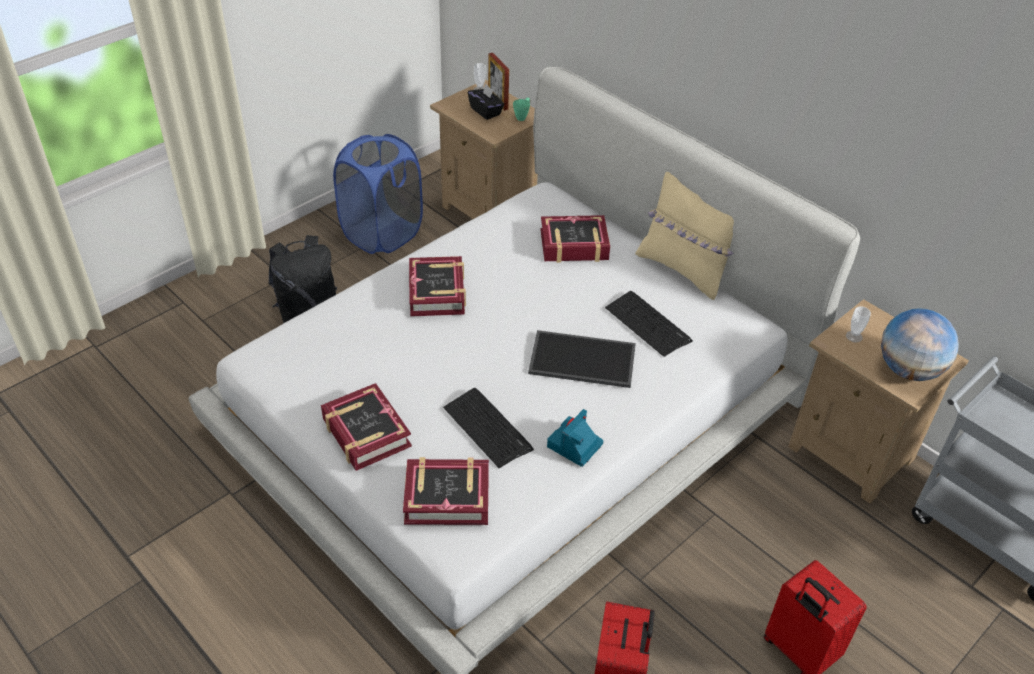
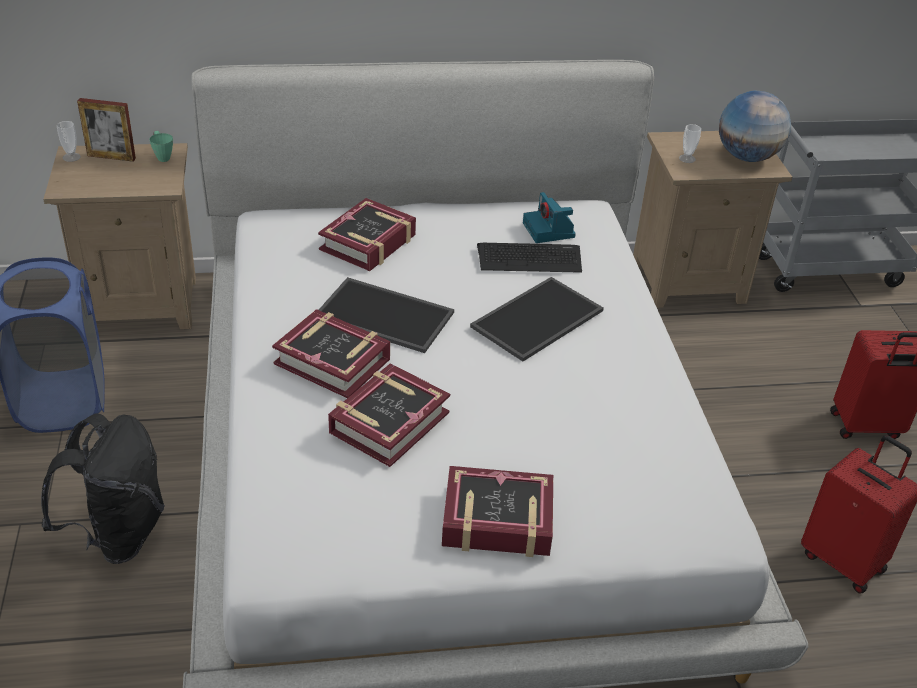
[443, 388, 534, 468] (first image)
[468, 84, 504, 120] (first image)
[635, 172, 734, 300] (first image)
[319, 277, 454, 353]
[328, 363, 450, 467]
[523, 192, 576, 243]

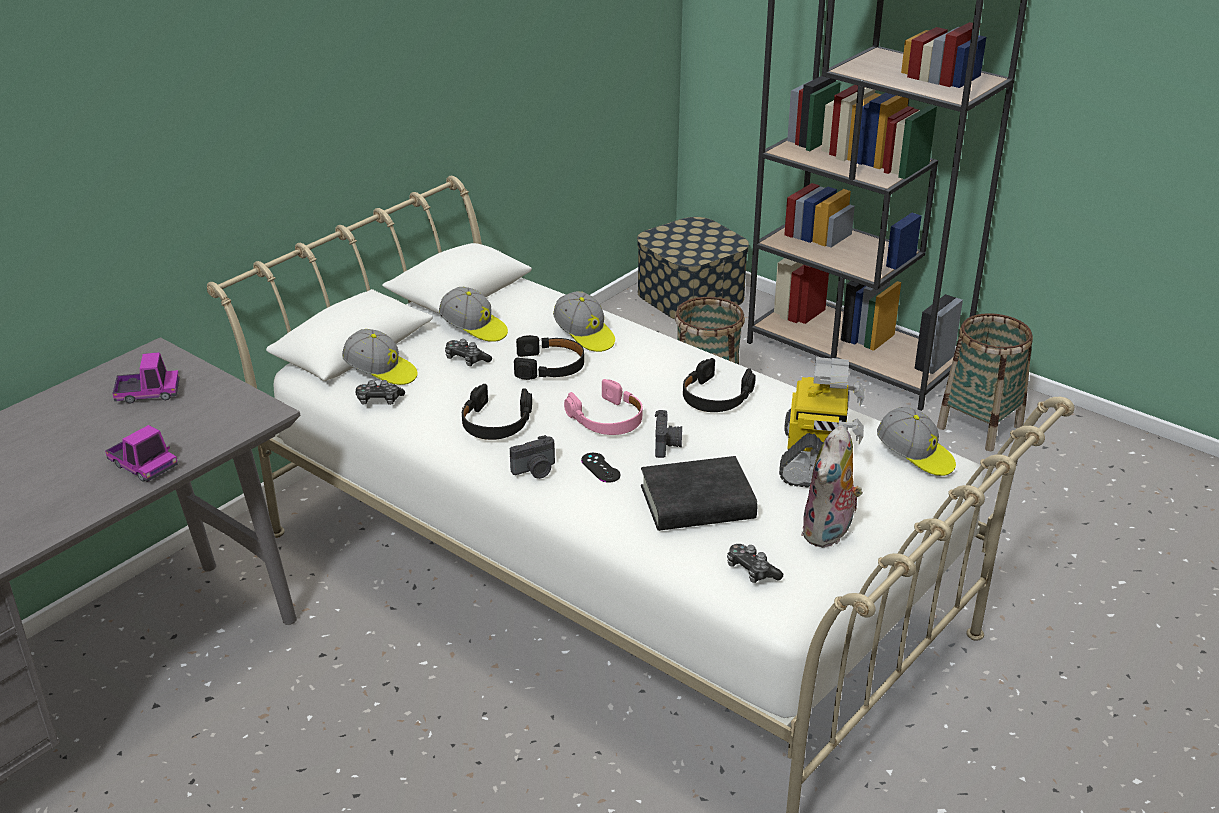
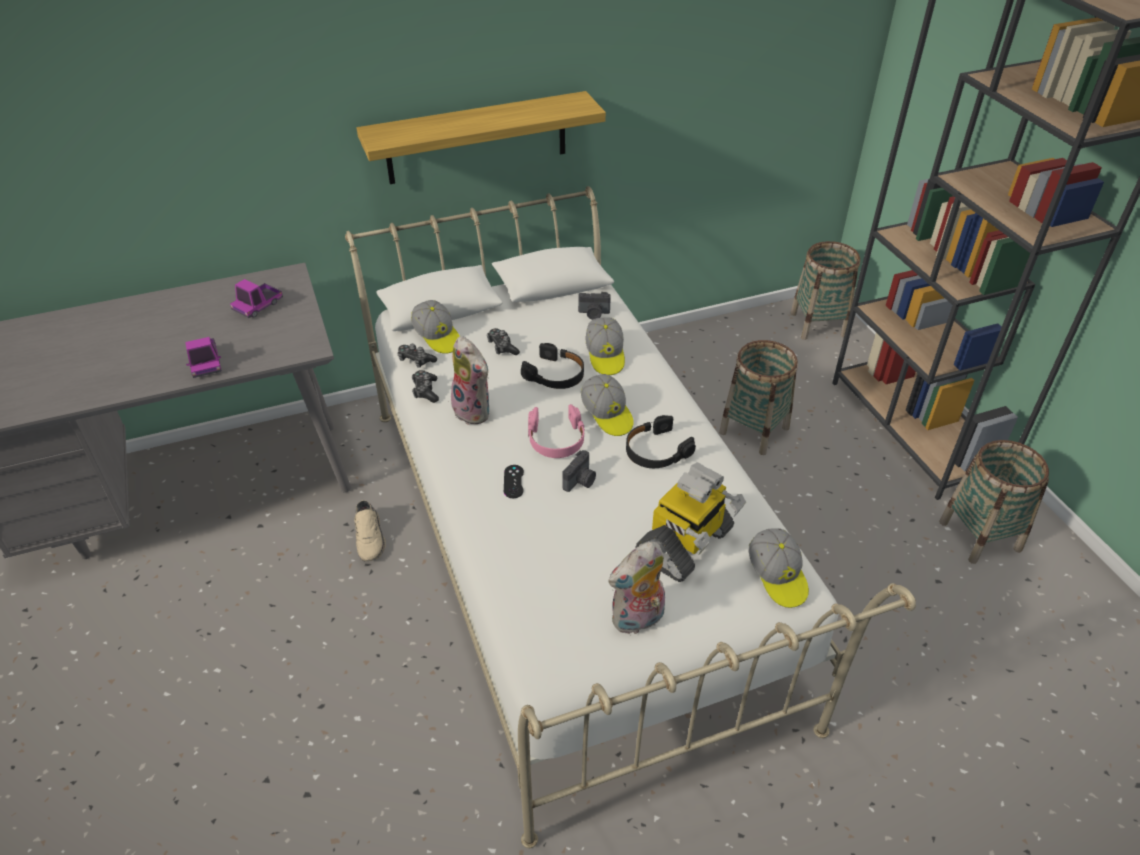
[641, 456, 757, 531] (first image)
[354, 500, 386, 562]
[357, 91, 606, 184]
[581, 374, 634, 436]
[578, 292, 611, 320]
[412, 370, 439, 403]
[451, 336, 489, 425]
[790, 241, 860, 340]
[230, 279, 283, 318]

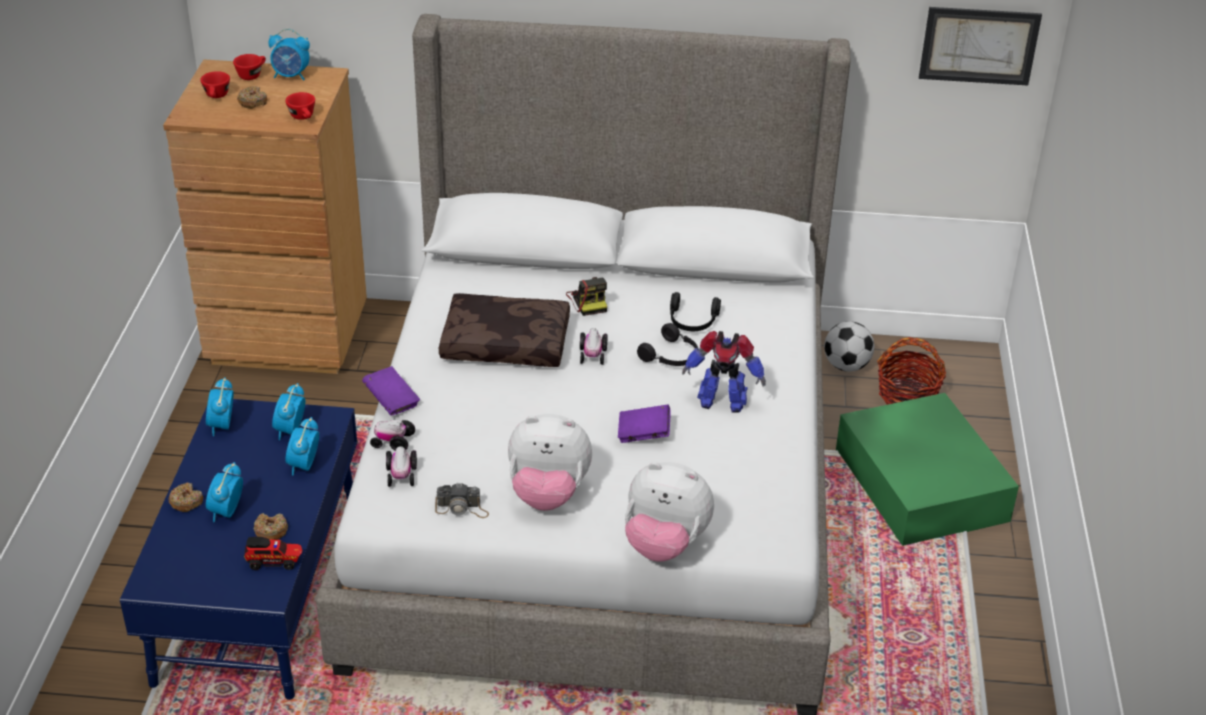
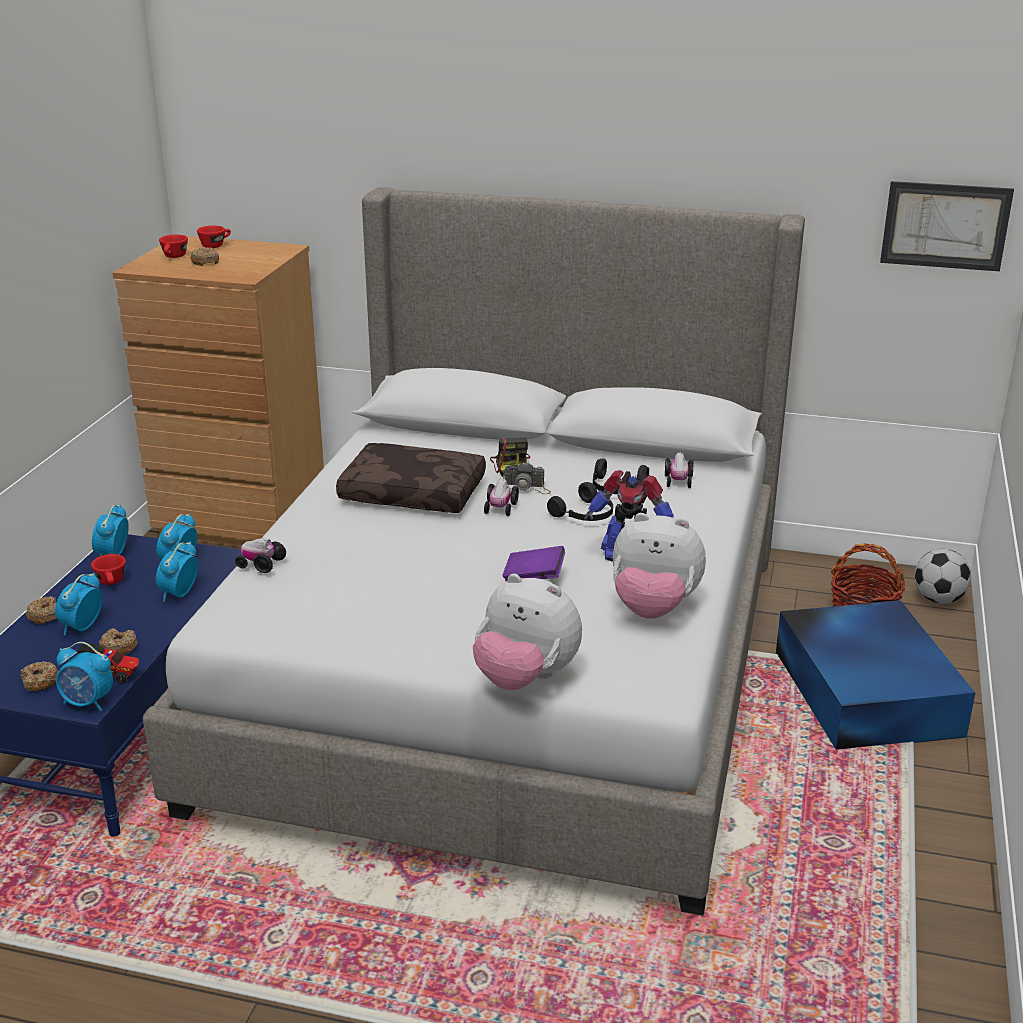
[362, 366, 420, 416] (first image)
[21, 661, 59, 692]
[56, 642, 113, 711]
[91, 554, 126, 585]
[665, 452, 693, 488]
[503, 462, 551, 494]
[613, 513, 706, 619]
[915, 549, 971, 604]
[776, 600, 975, 750]

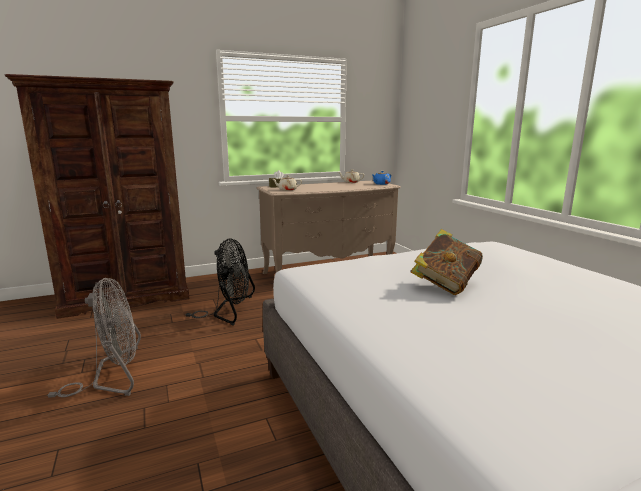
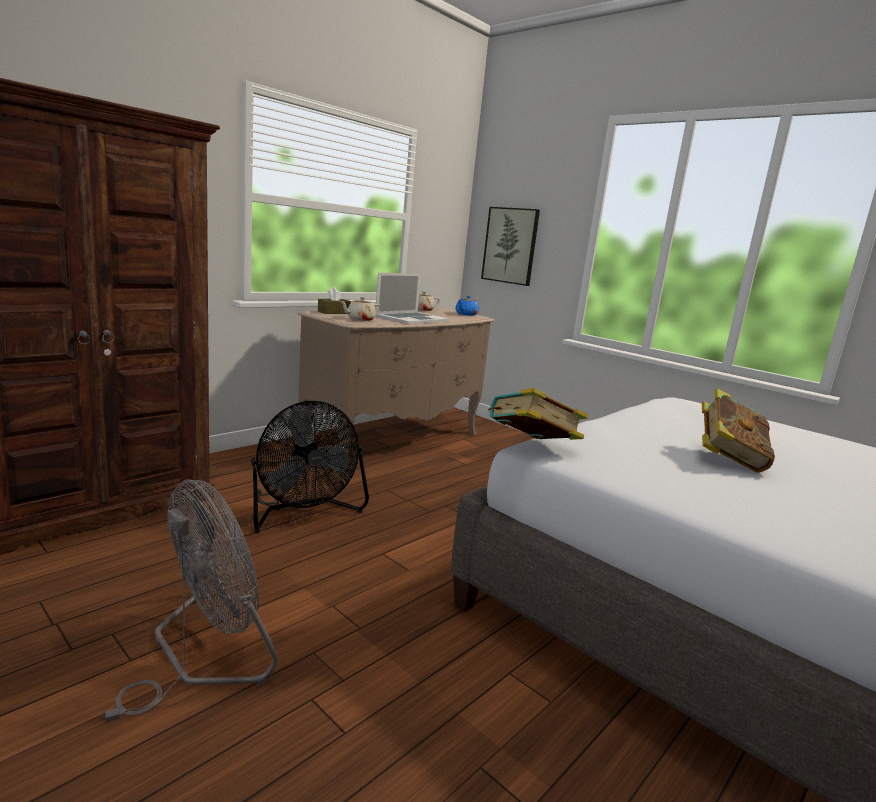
[375, 273, 449, 324]
[481, 207, 540, 286]
[488, 388, 588, 440]
[251, 401, 369, 533]

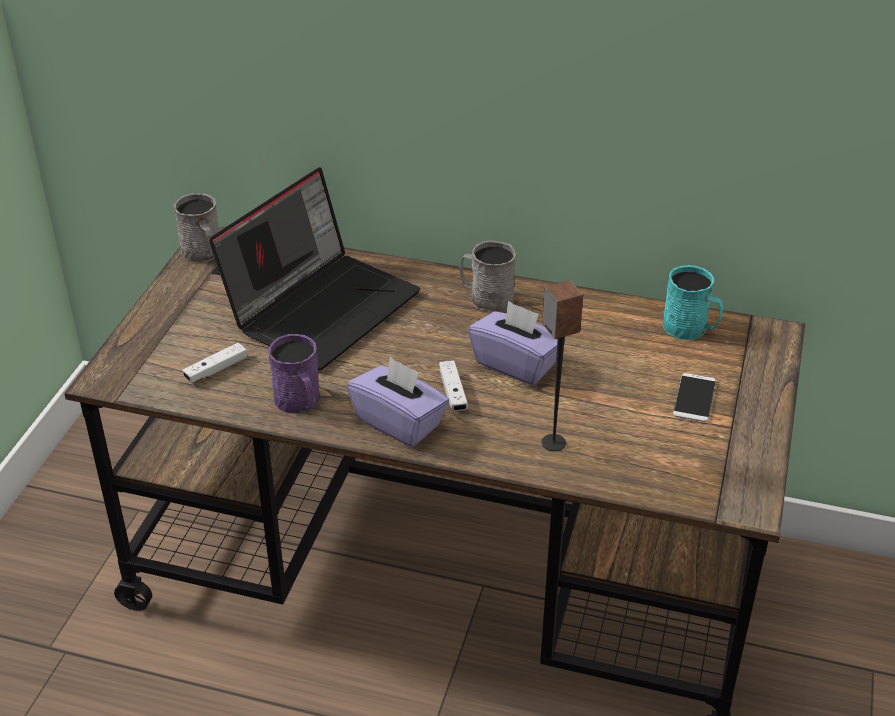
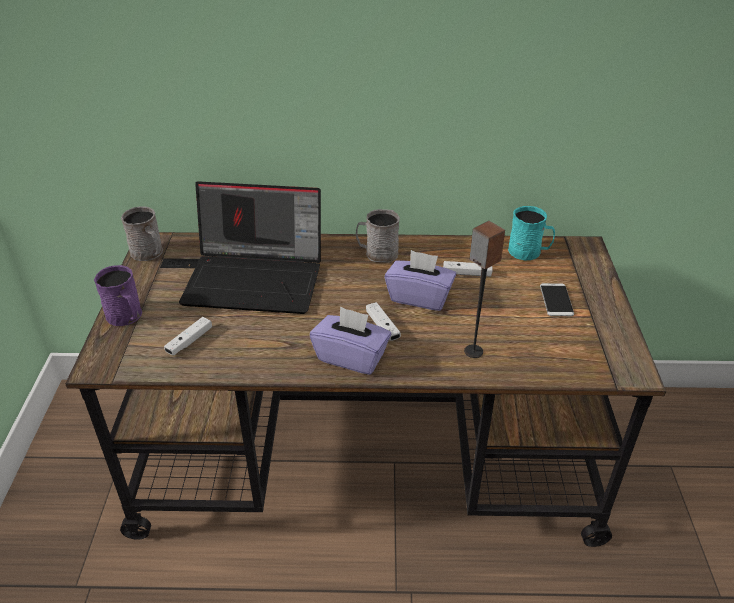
[443, 261, 493, 277]
[94, 265, 142, 326]
[179, 181, 321, 314]

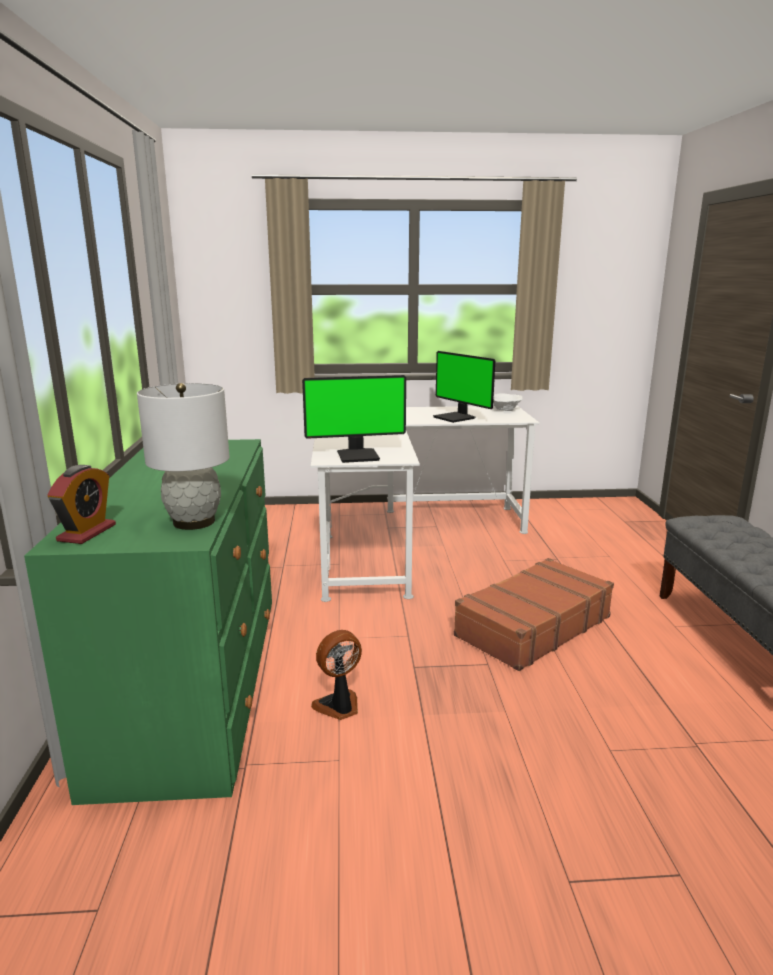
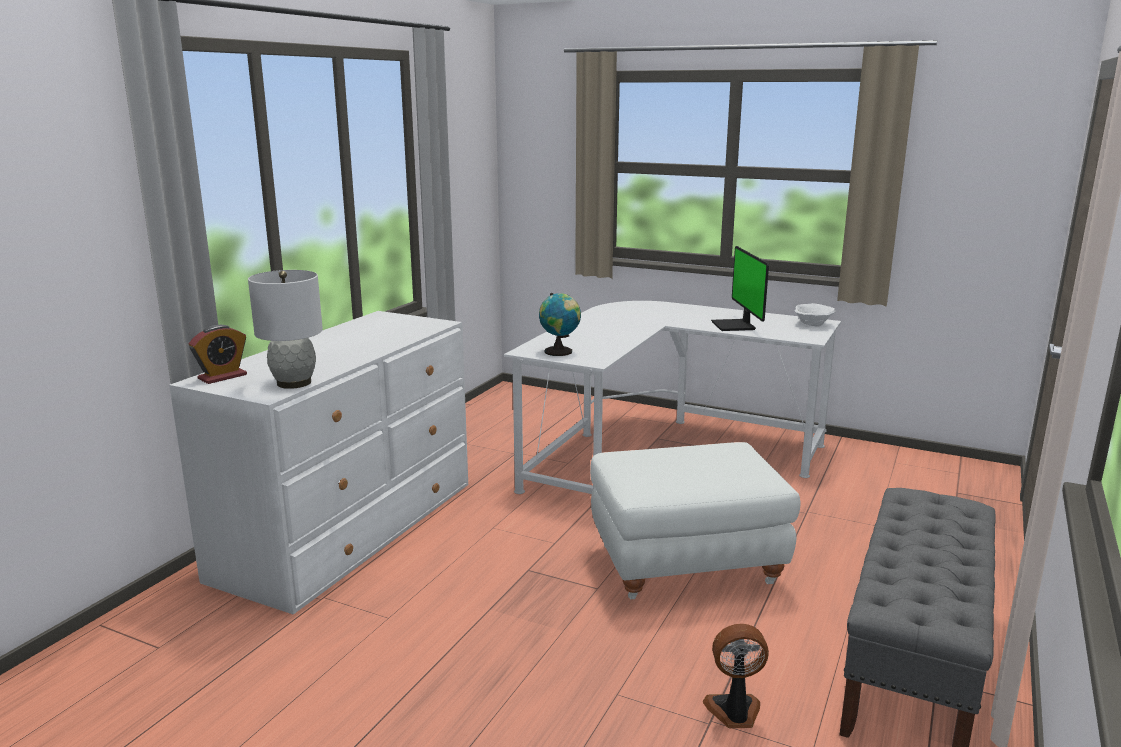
[703, 624, 769, 728]
[539, 293, 581, 356]
[590, 442, 800, 599]
[169, 311, 468, 615]

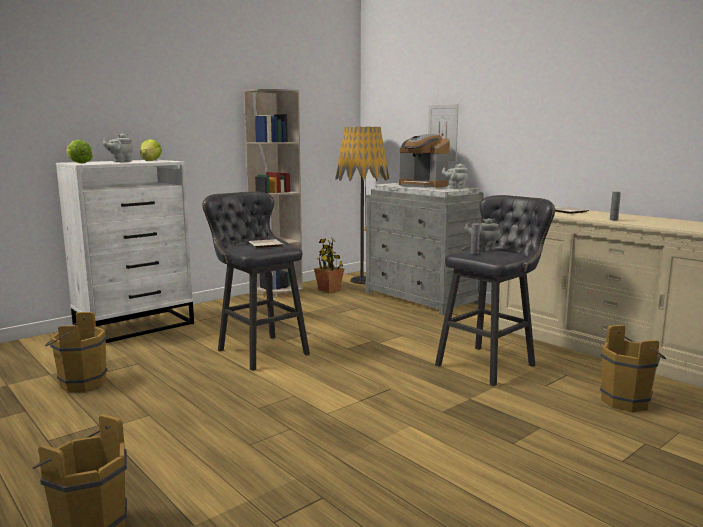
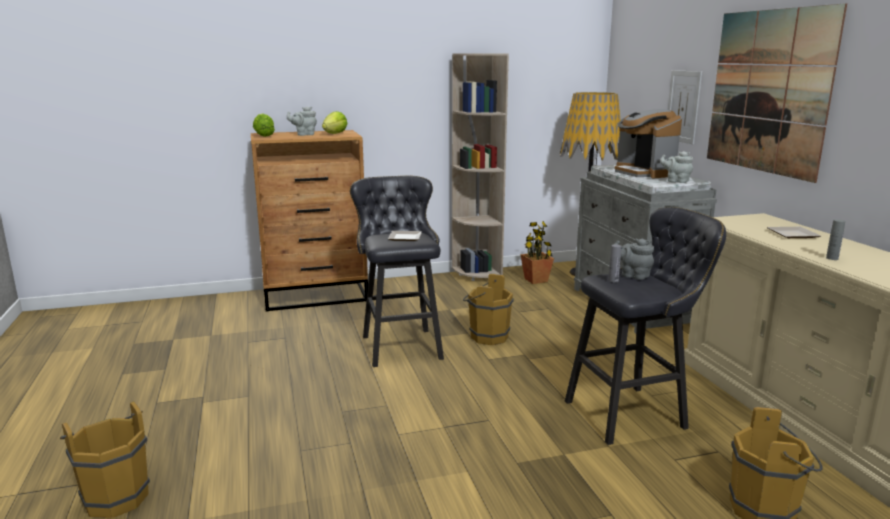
[707, 3, 847, 183]
[463, 274, 514, 345]
[251, 130, 368, 312]

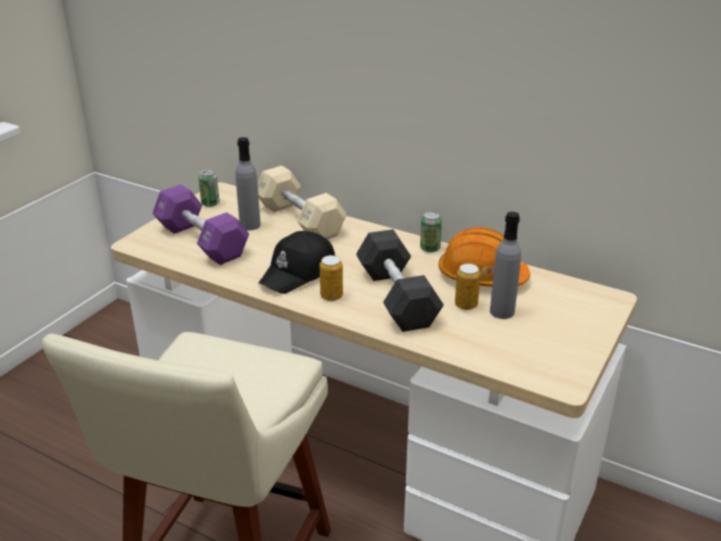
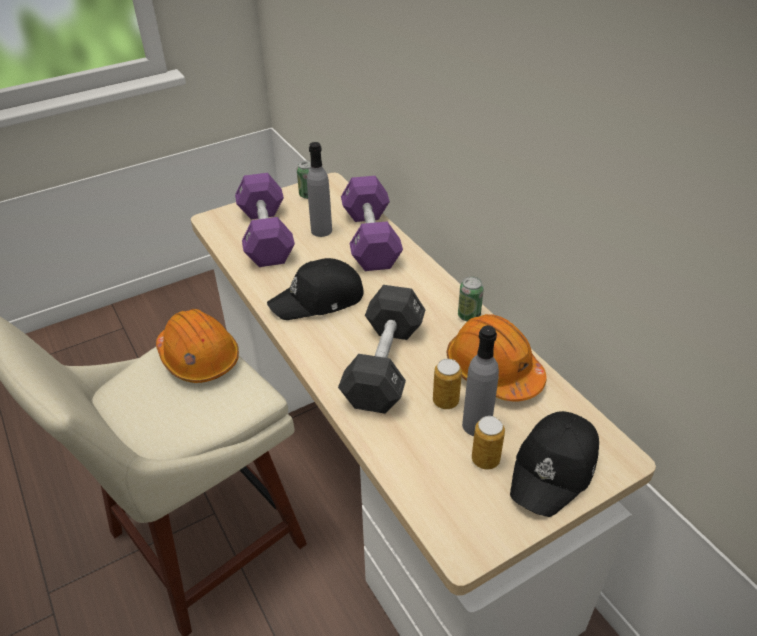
[156, 309, 239, 383]
[510, 411, 599, 517]
[472, 416, 505, 470]
[341, 176, 403, 271]

